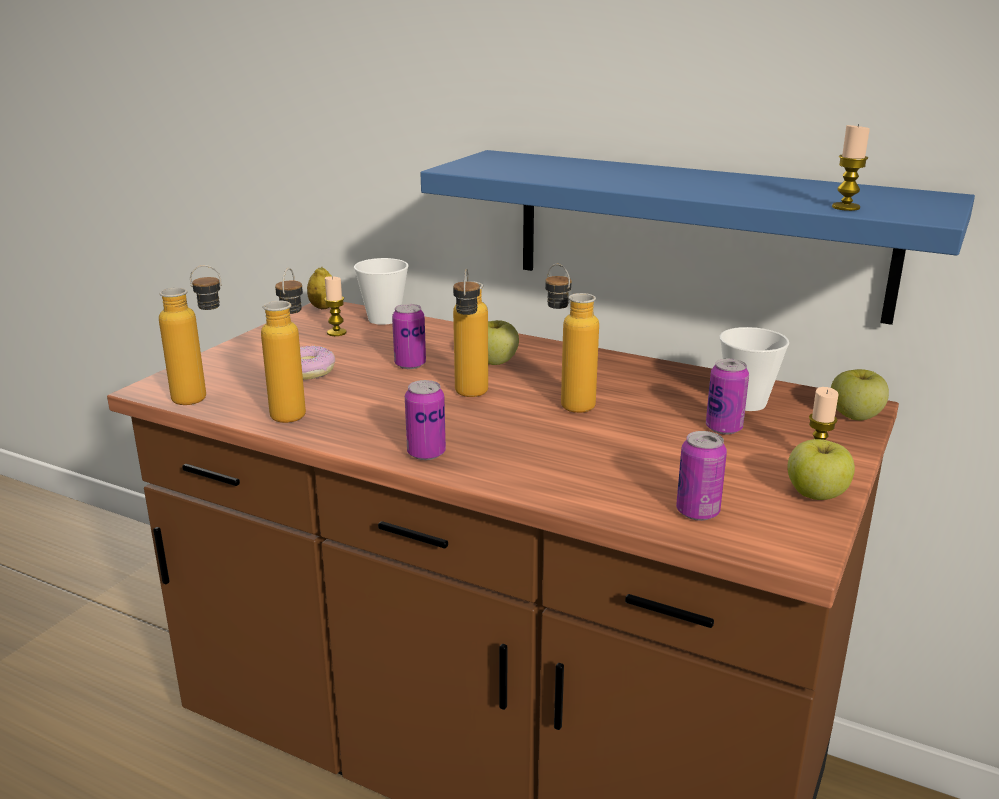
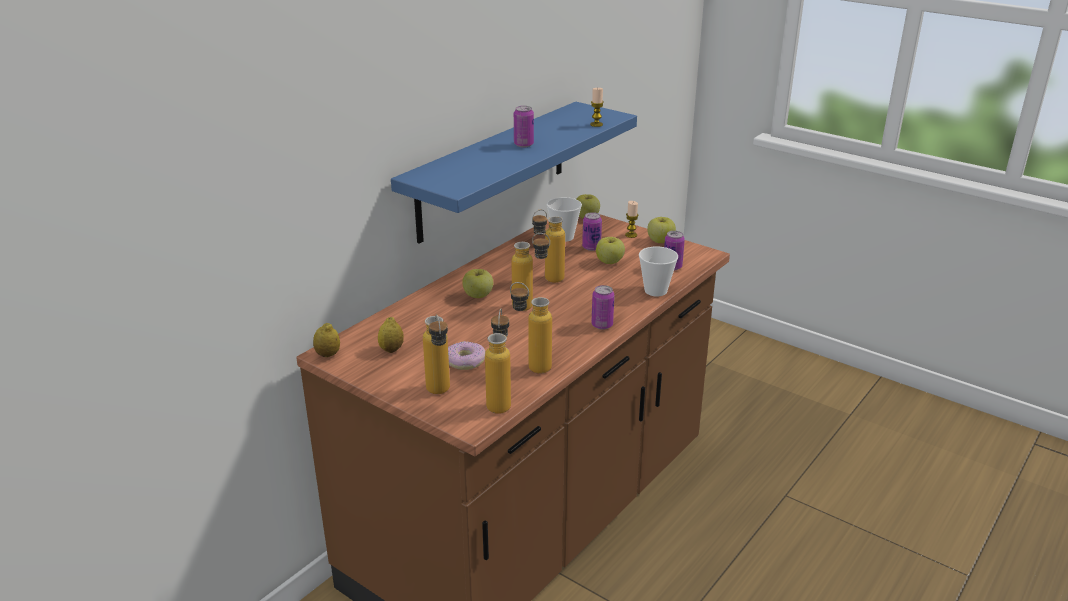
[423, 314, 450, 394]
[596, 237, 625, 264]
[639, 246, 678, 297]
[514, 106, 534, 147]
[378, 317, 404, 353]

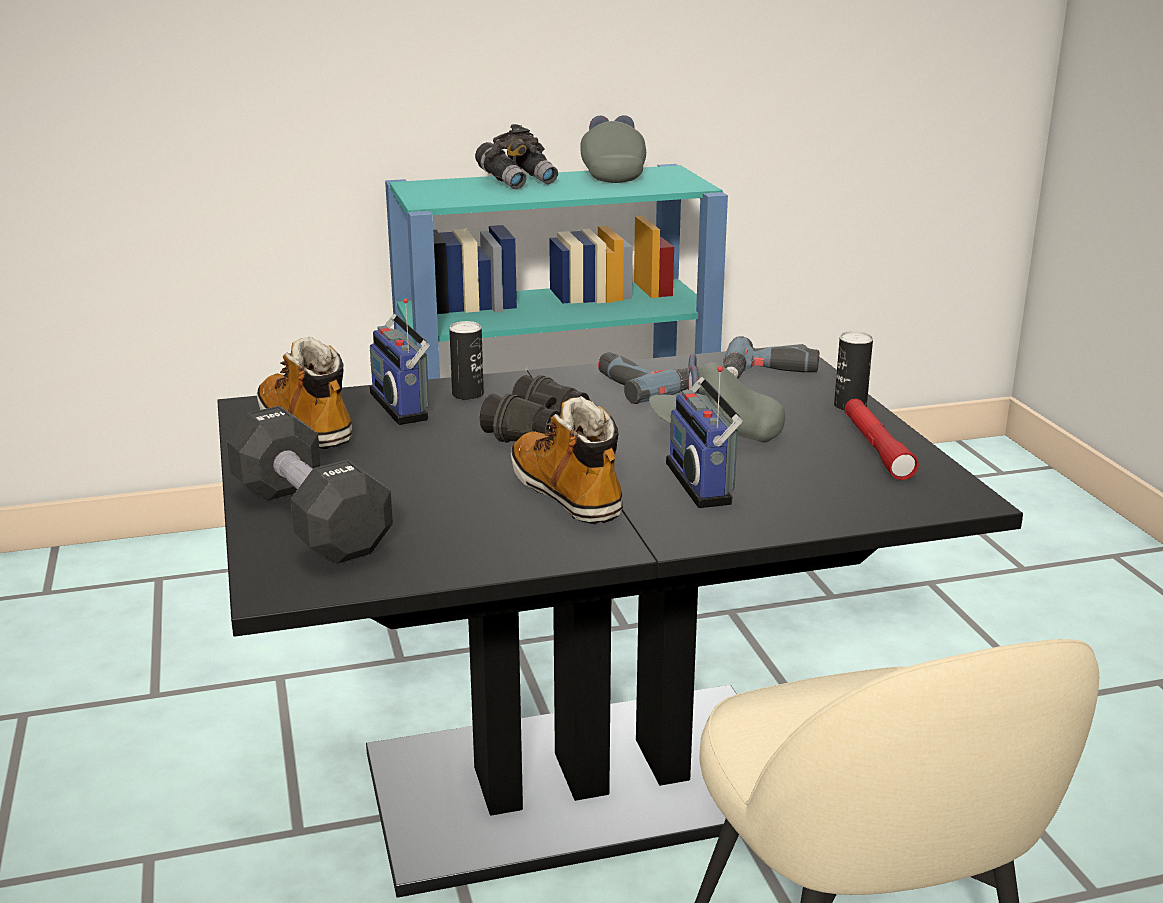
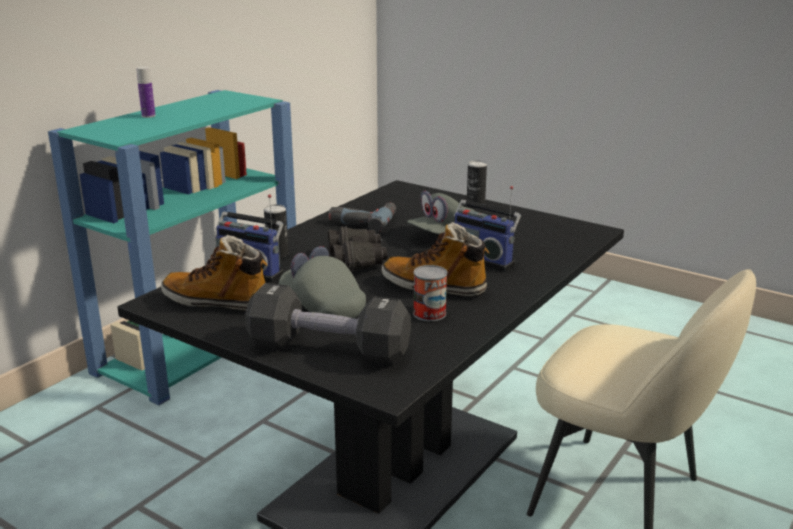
[723, 336, 819, 379] (first image)
[845, 399, 919, 480] (first image)
[413, 265, 447, 321]
[279, 246, 366, 318]
[136, 66, 156, 118]

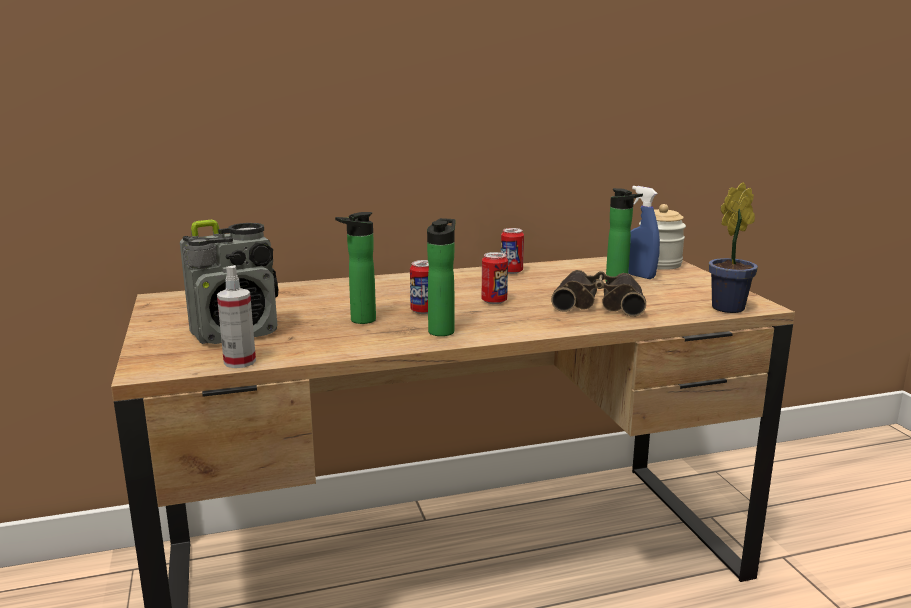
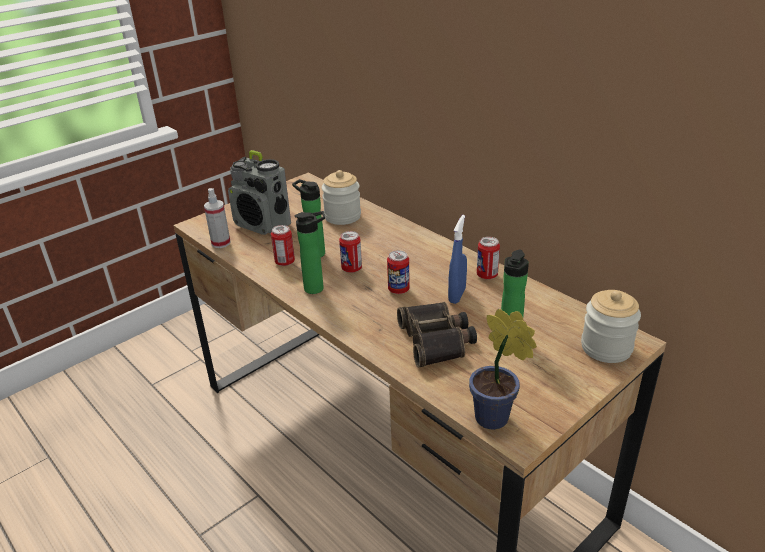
[271, 225, 295, 266]
[322, 170, 361, 225]
[448, 215, 467, 304]

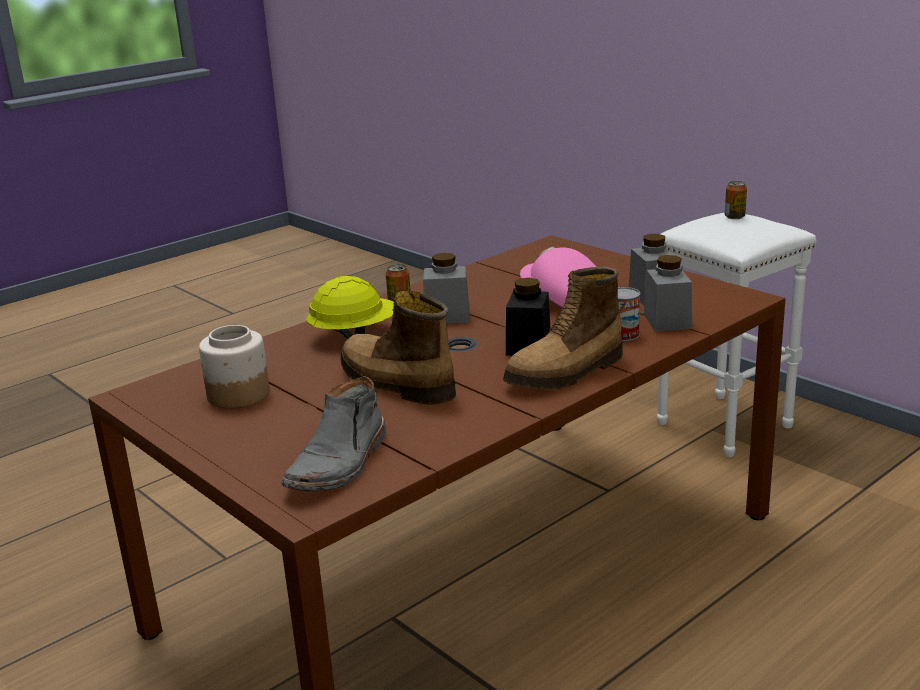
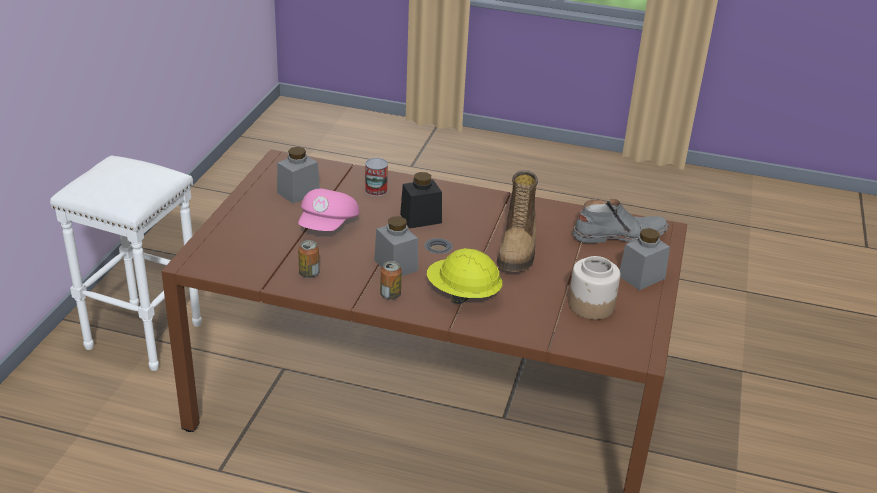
[503, 267, 623, 390] (first image)
[620, 228, 670, 290]
[298, 240, 319, 278]

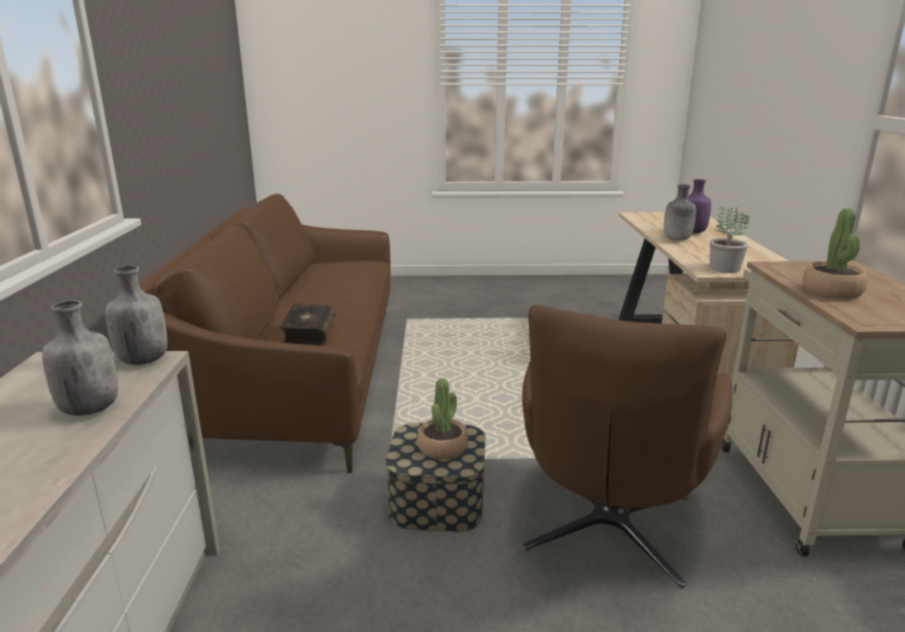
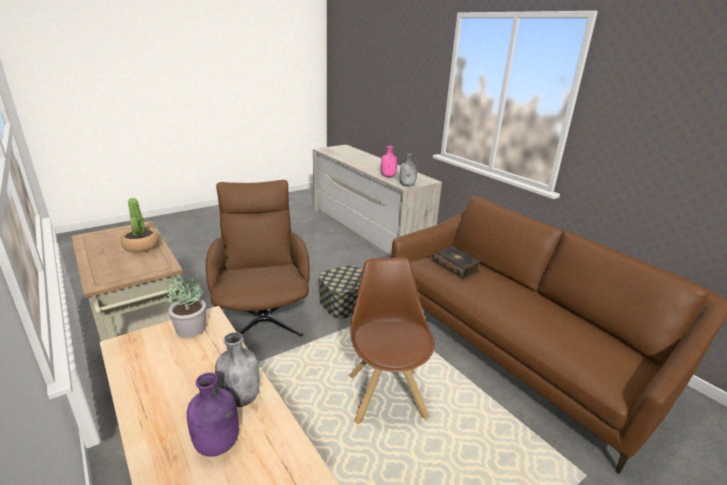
[417, 378, 468, 460] (first image)
[348, 258, 435, 425]
[381, 146, 397, 177]

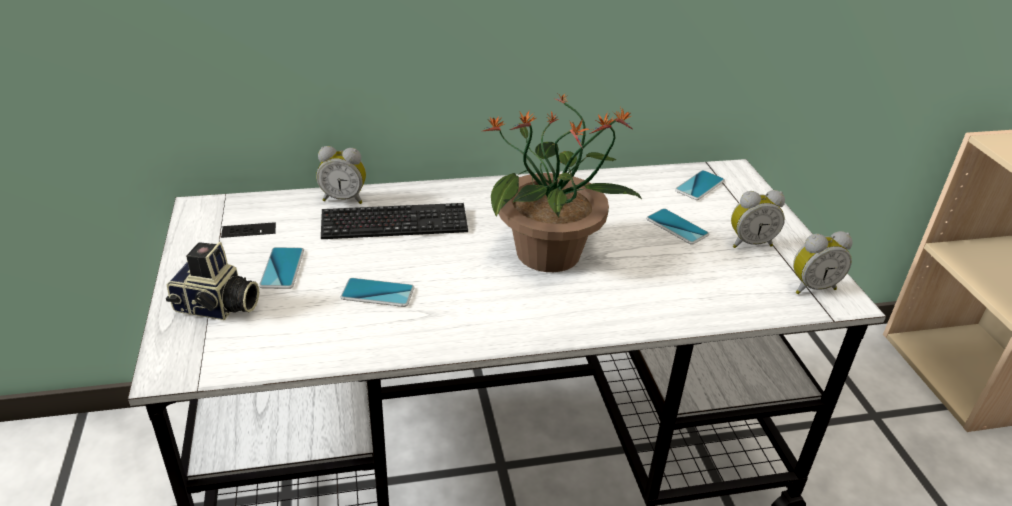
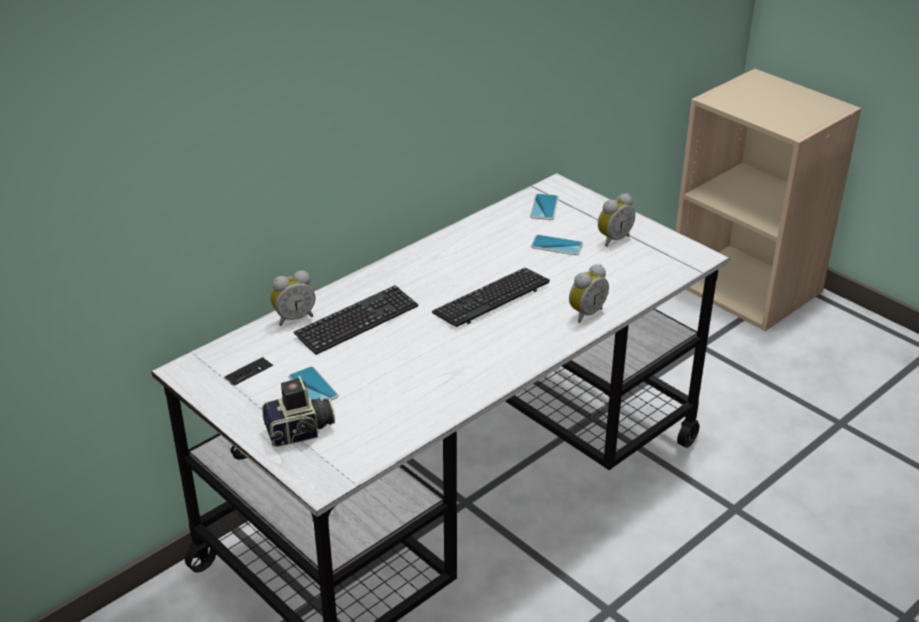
[340, 278, 414, 307] (first image)
[569, 264, 609, 323]
[432, 267, 550, 327]

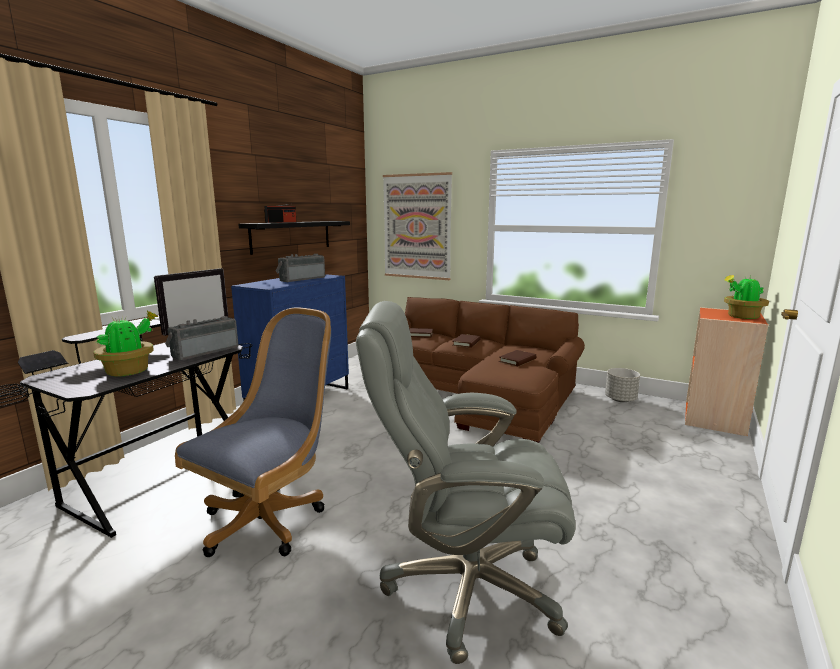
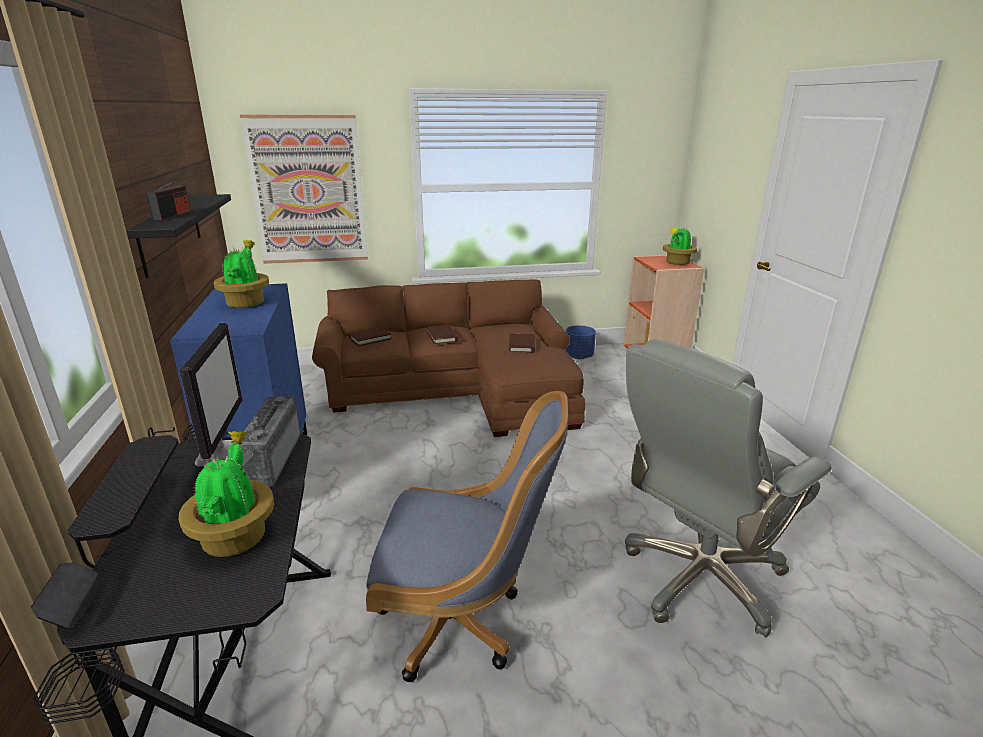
[214, 240, 269, 308]
[565, 325, 596, 359]
[366, 391, 568, 682]

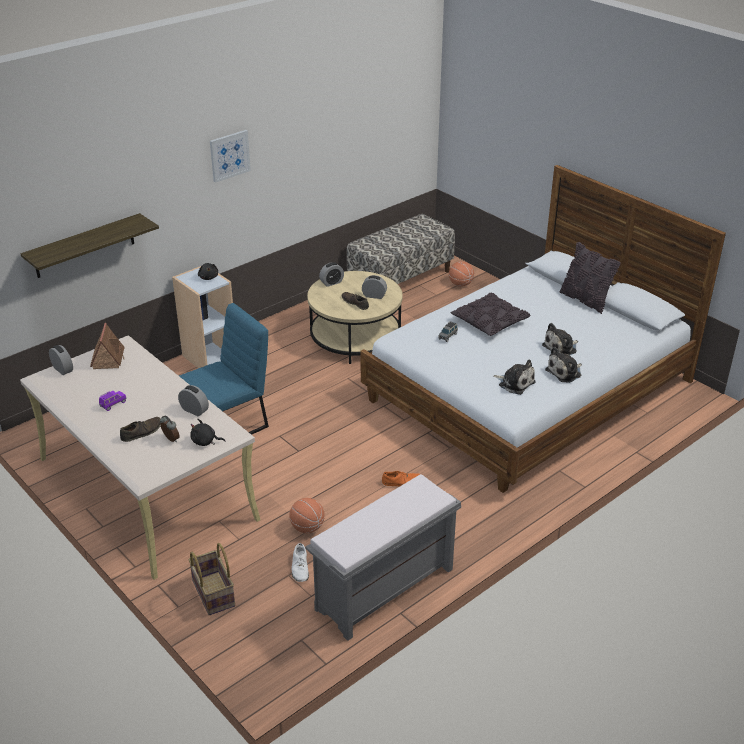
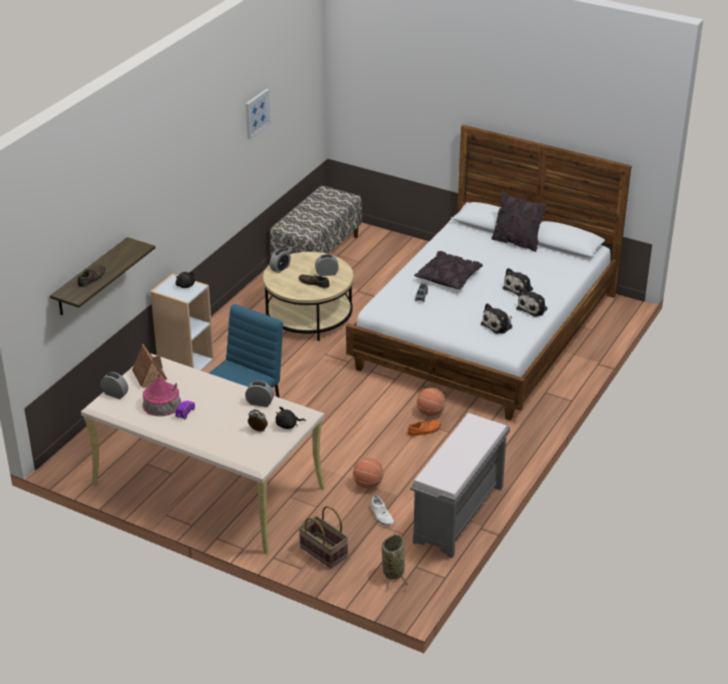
[142, 373, 182, 416]
[382, 534, 408, 590]
[78, 265, 106, 287]
[246, 89, 270, 139]
[417, 388, 446, 417]
[481, 303, 513, 334]

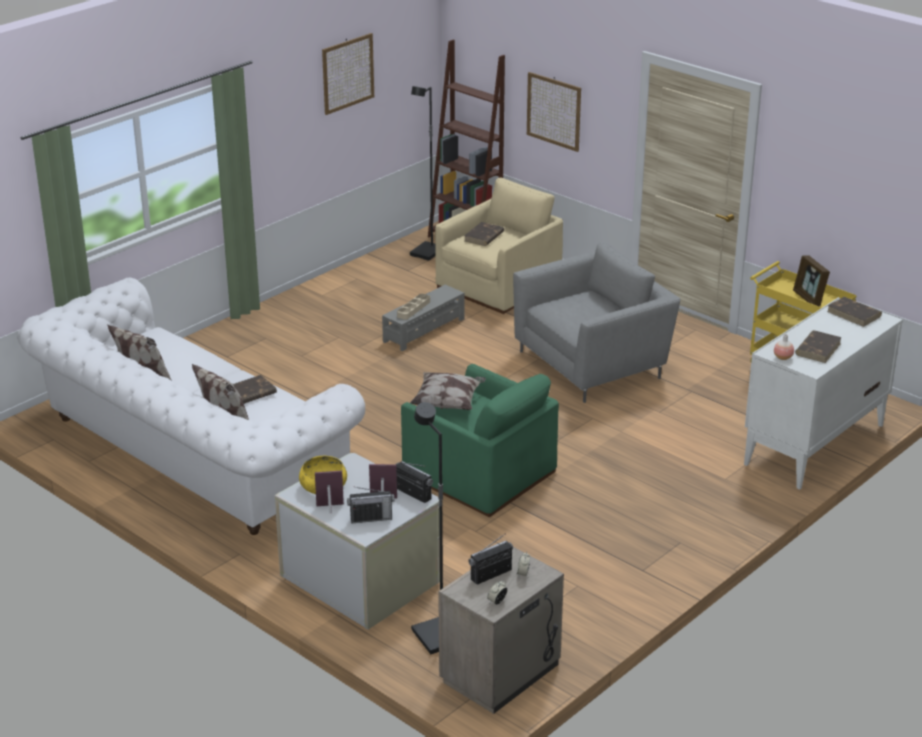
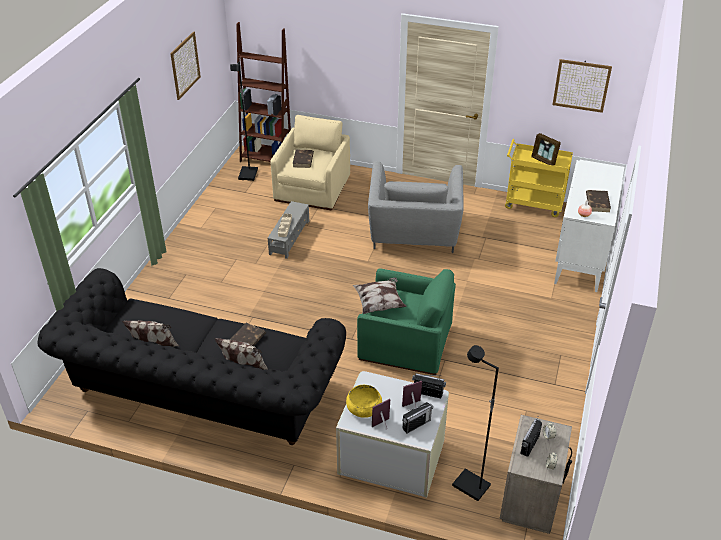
[827, 297, 882, 327] (first image)
[552, 59, 612, 113]
[37, 268, 346, 445]
[368, 161, 464, 253]

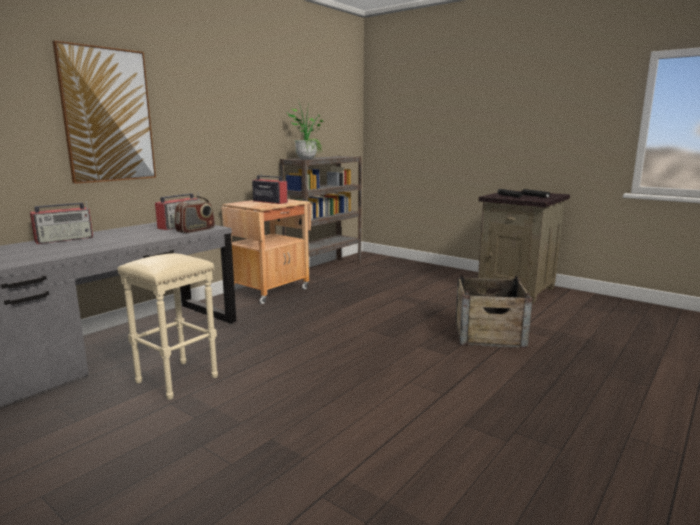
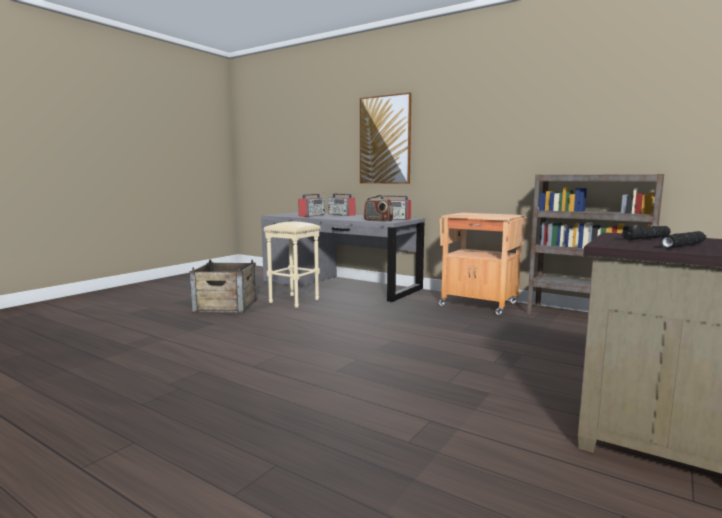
[288, 100, 323, 159] (first image)
[298, 193, 325, 217]
[190, 259, 257, 313]

